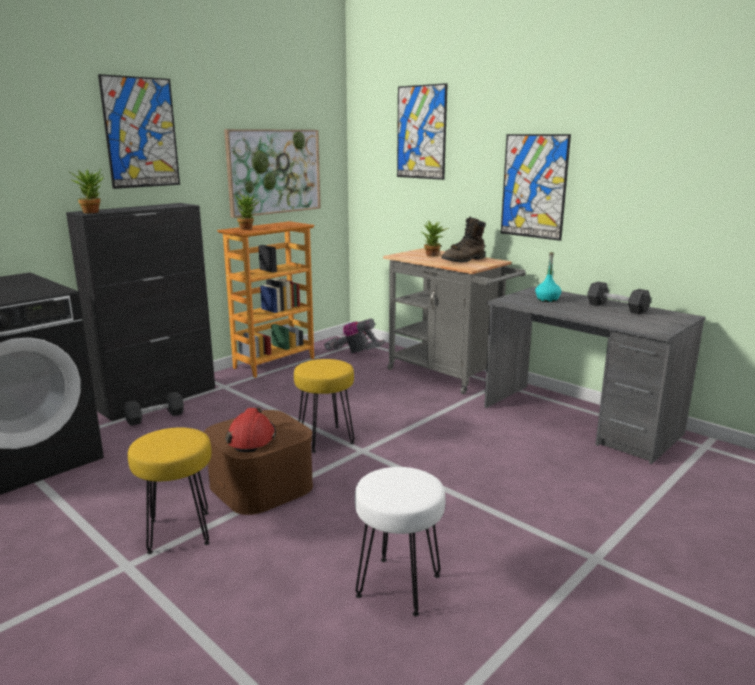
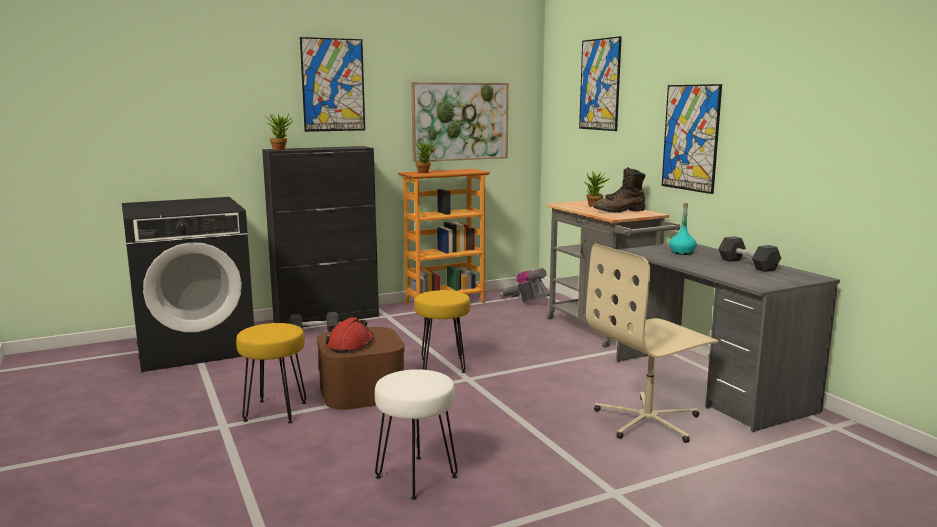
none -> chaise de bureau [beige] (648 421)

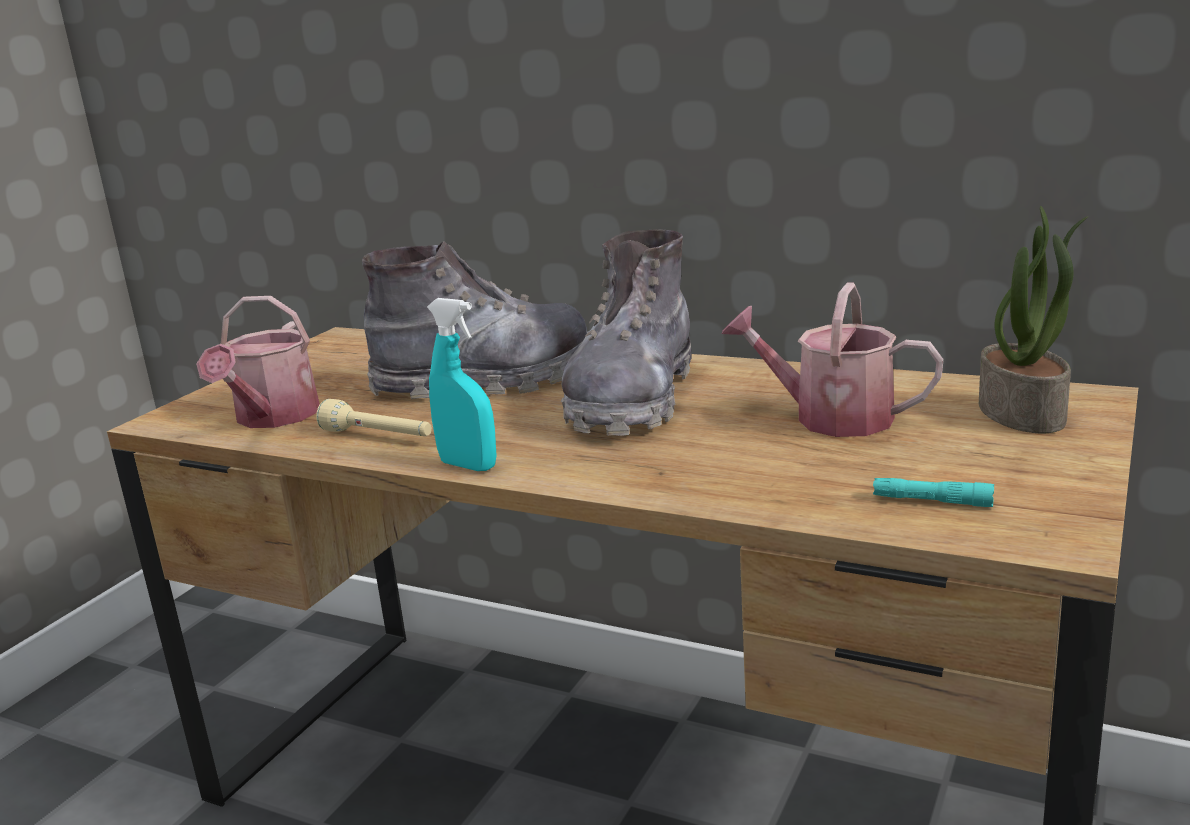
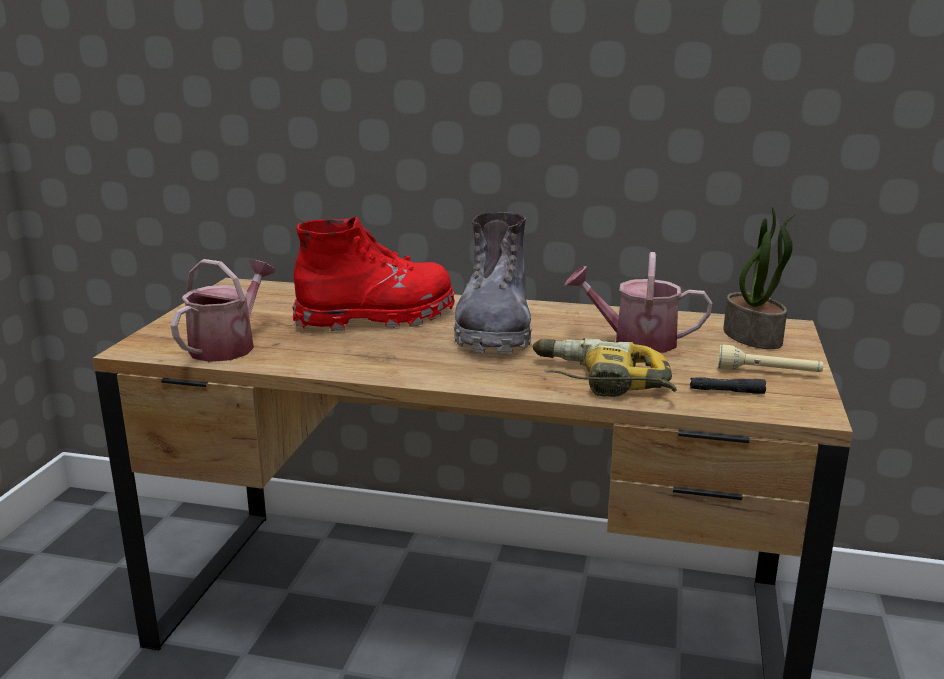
arrosoir (273 418) -> arrosoir (228 346), 150 degrees counterclockwise
botte [gris] (485 381) -> botte [rouge] (377 318)
none -> perceuse (599 382)
lampe de poche [turquoise] (932 501) -> lampe de poche [noir] (726 391)
lampe de poche [beige] (378 437) -> lampe de poche [beige] (768 373), shifted
vaporisateur [turquoise] (468 465) -> none

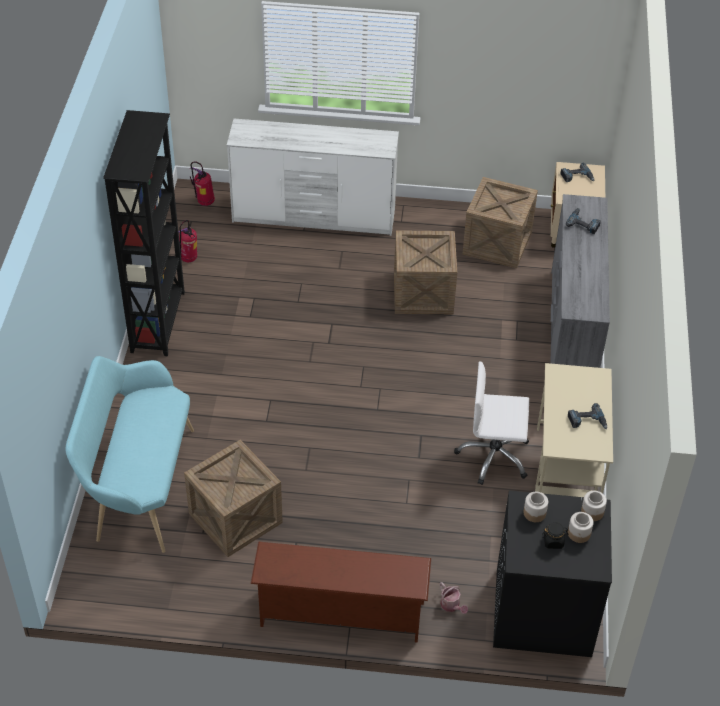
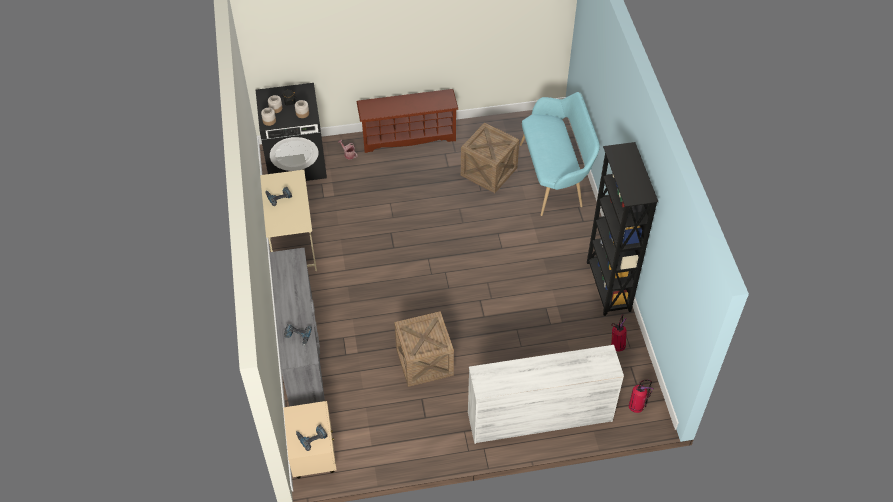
chaise de bureau [blanc] (493 456) -> none
caisse (497 243) -> none

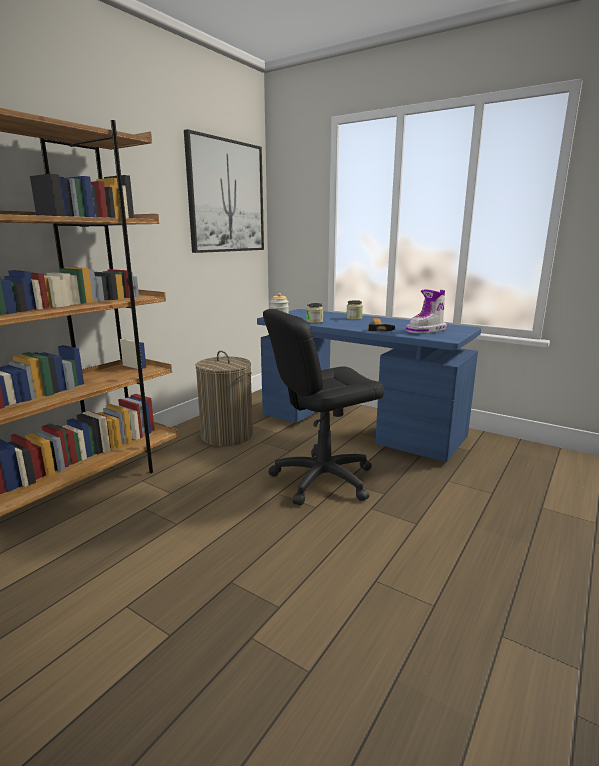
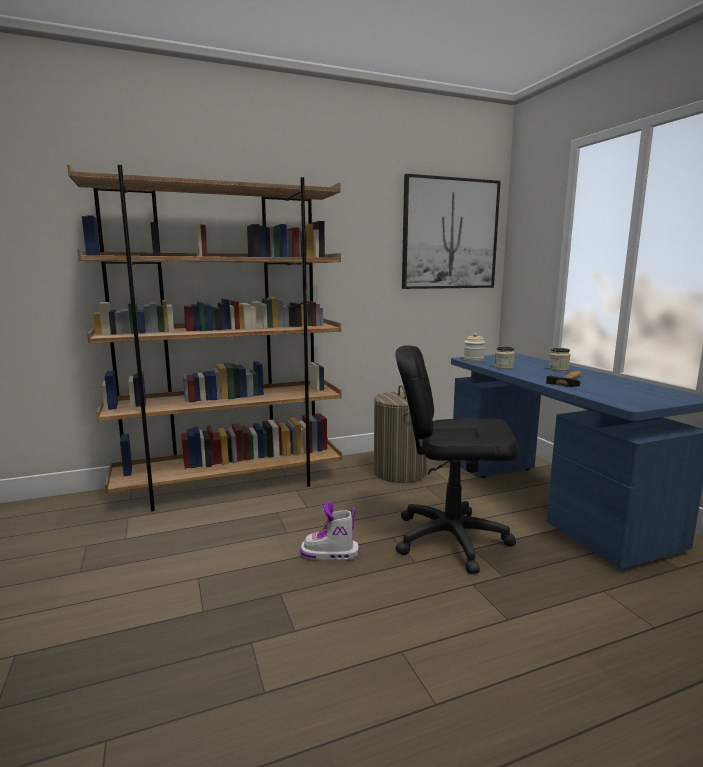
botte (426 330) -> botte (330 554), shifted

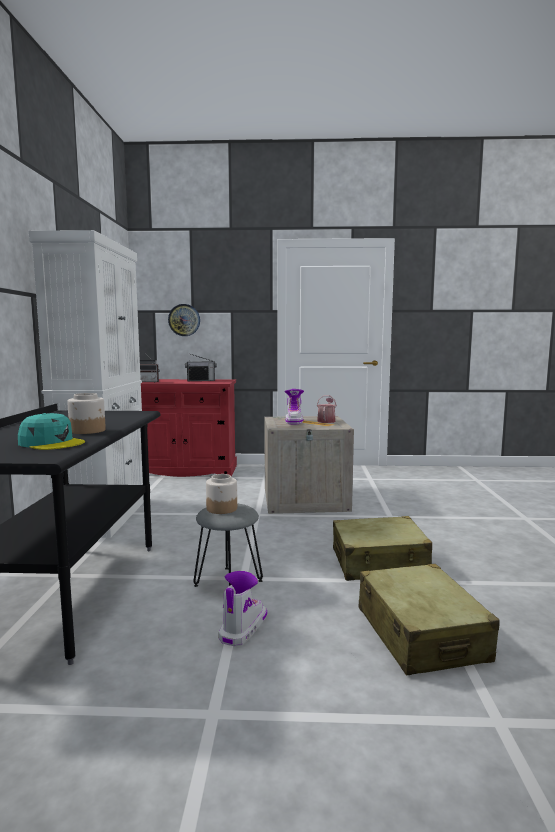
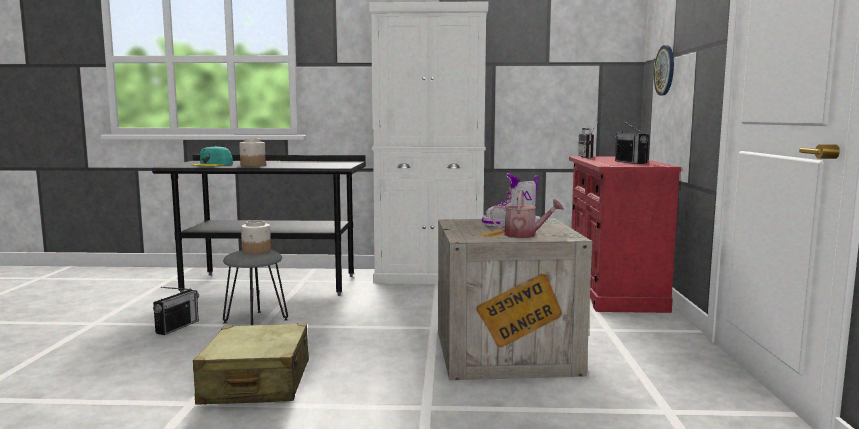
botte (242 628) -> radio (177 327)
valise [beige] (421 634) -> none

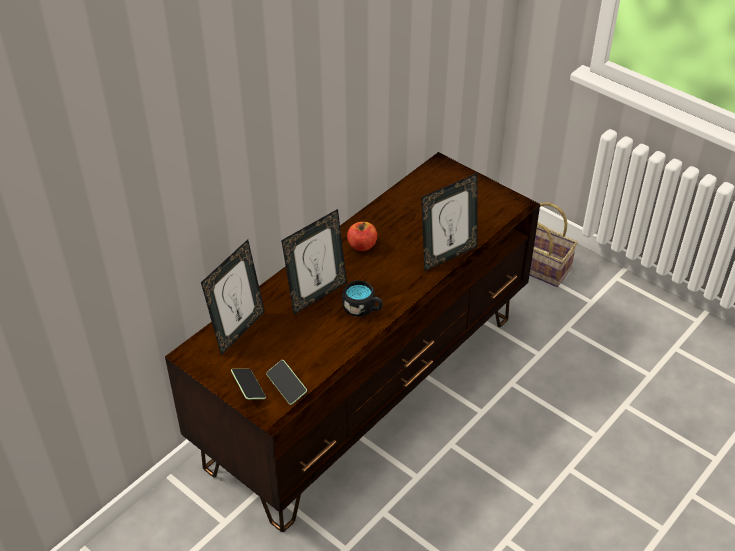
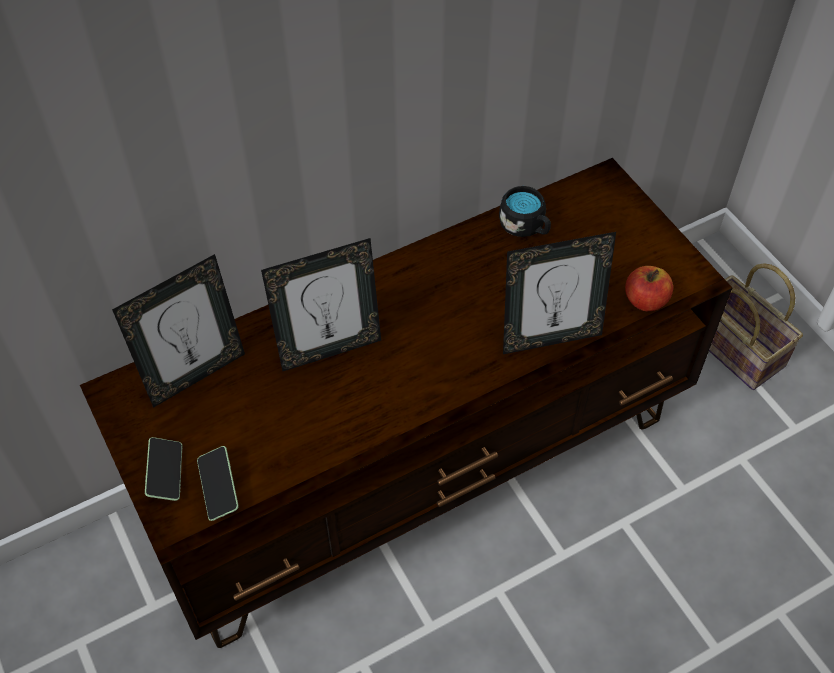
mug [noir] (363 309) -> mug [noir] (526 226), shifted
pomme (362 245) -> pomme (645 300), shifted

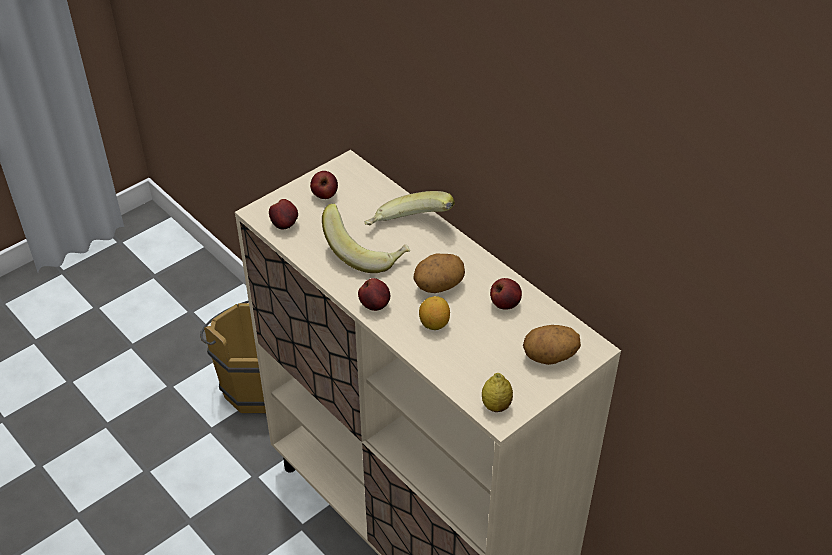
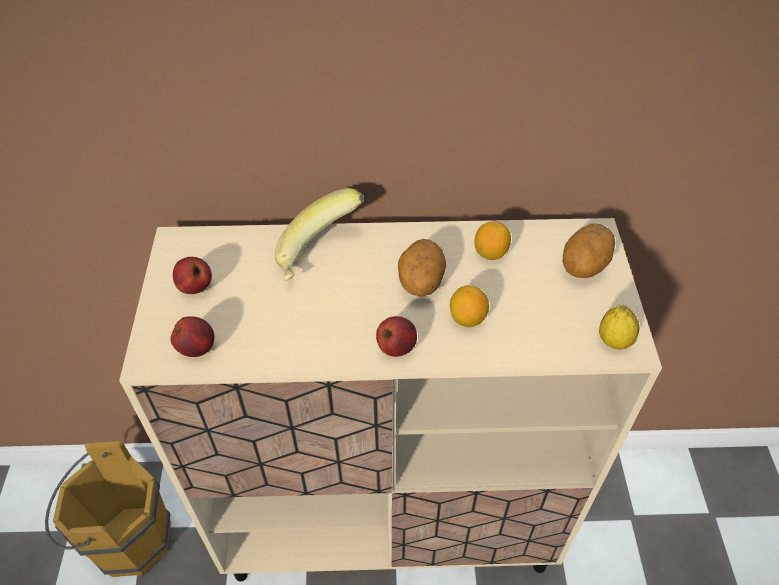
pomme (505 304) -> citron (490 253)
banane (366 253) -> none

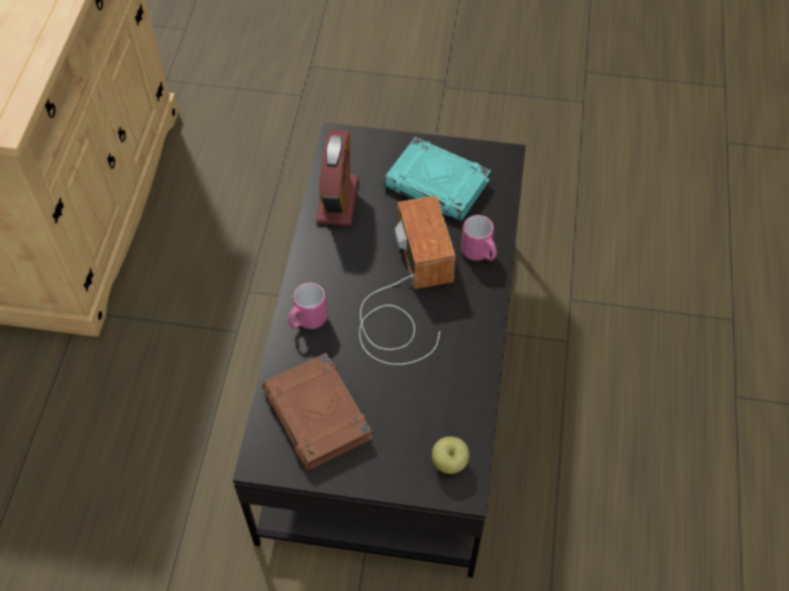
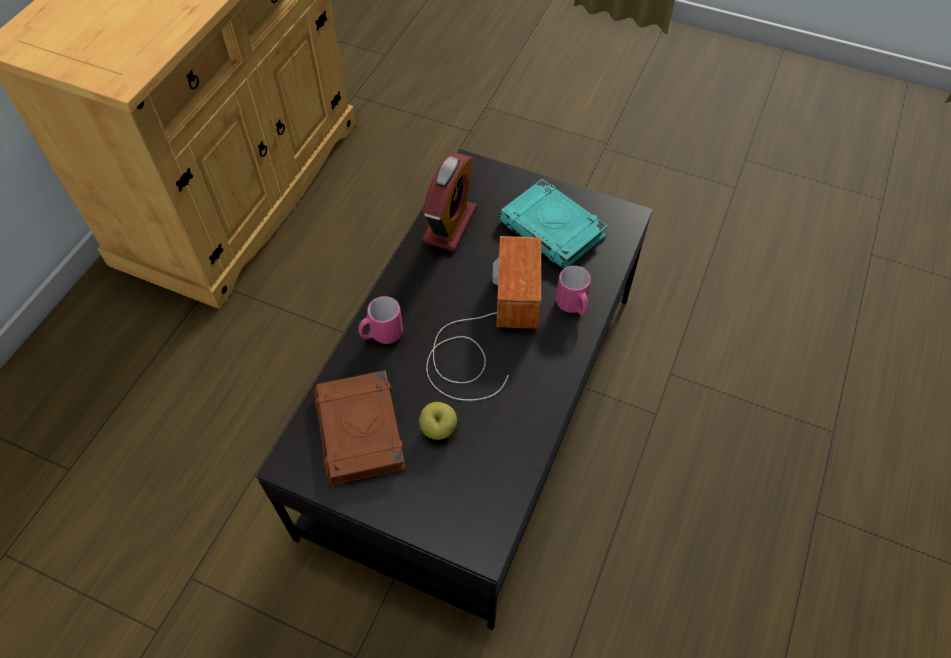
pomme (449 463) -> pomme (438 429), shifted

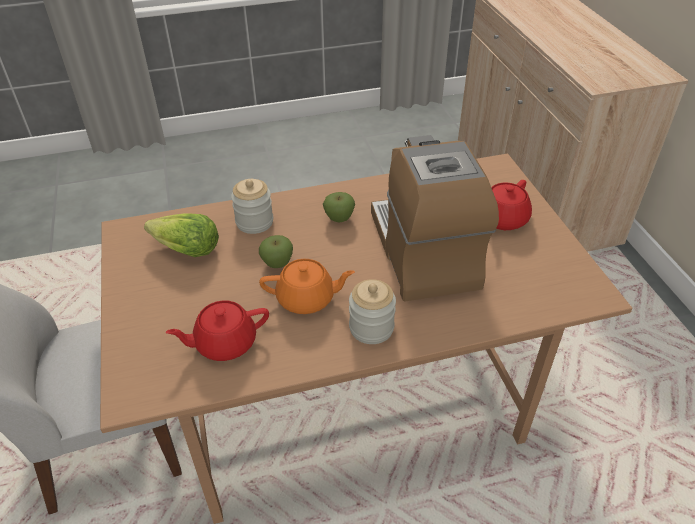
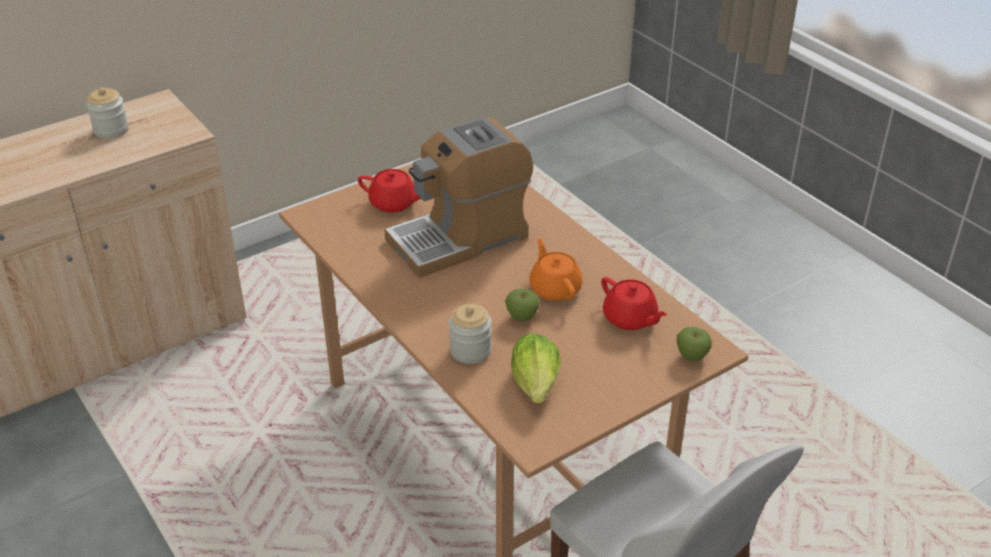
bocal (371 328) -> bocal (111 130), shifted
pomme (339 218) -> pomme (691 356), shifted

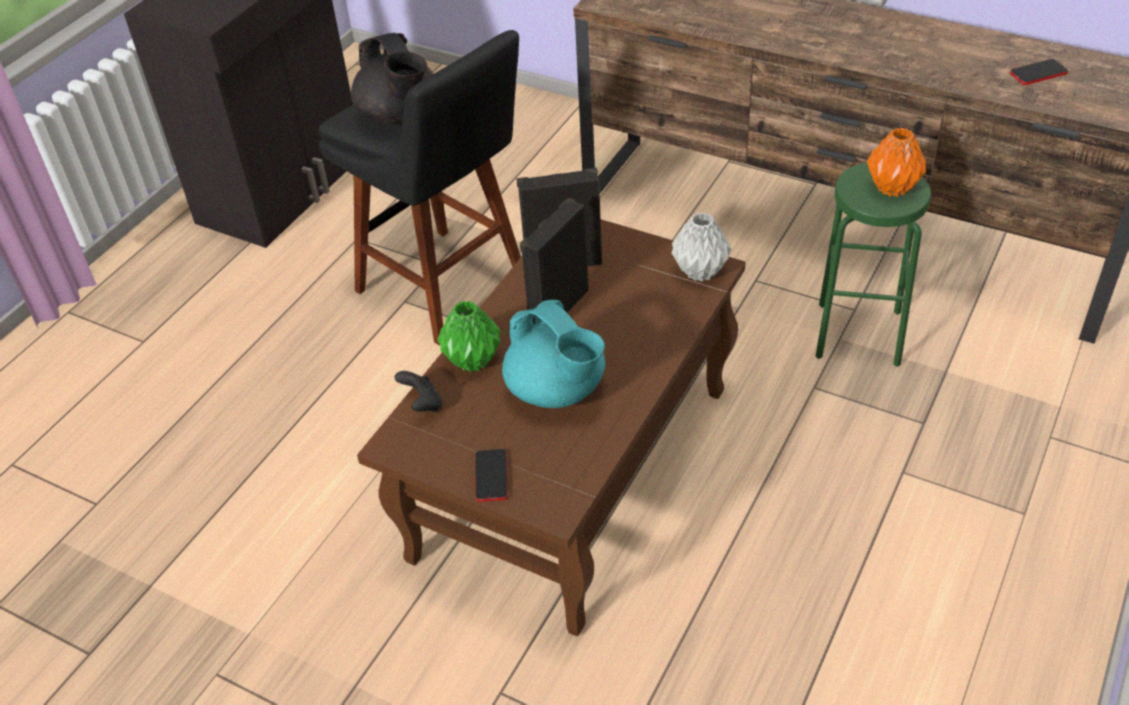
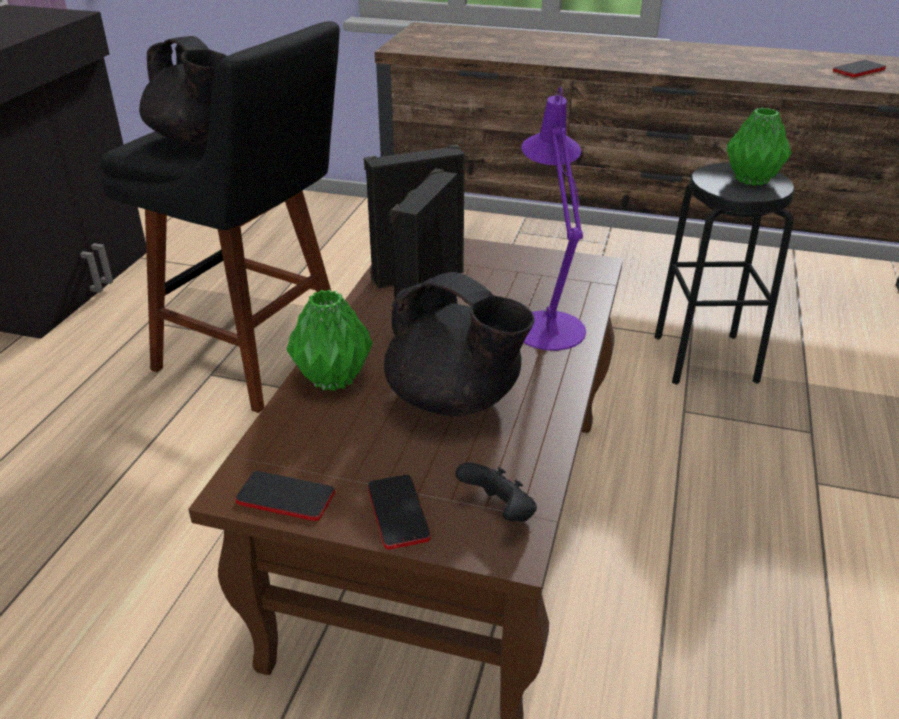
none -> téléphone (285 497)
théière [turquoise] (557 390) -> théière [noir] (455 399)
manette [noir] (422 404) -> manette [noir] (499 512), shifted
none -> lampe de table [violet] (547 324)
tabouret [vert] (859 334) -> tabouret [noir] (705 358)
vase [orange] (891 187) -> vase [vert] (750 179)
vase [gris] (701 271) -> none

